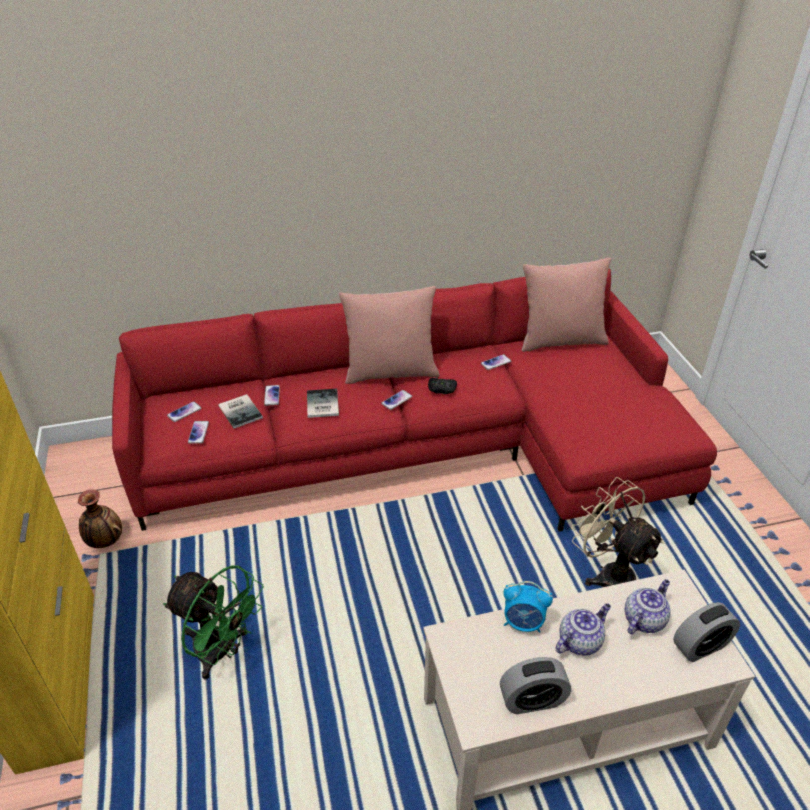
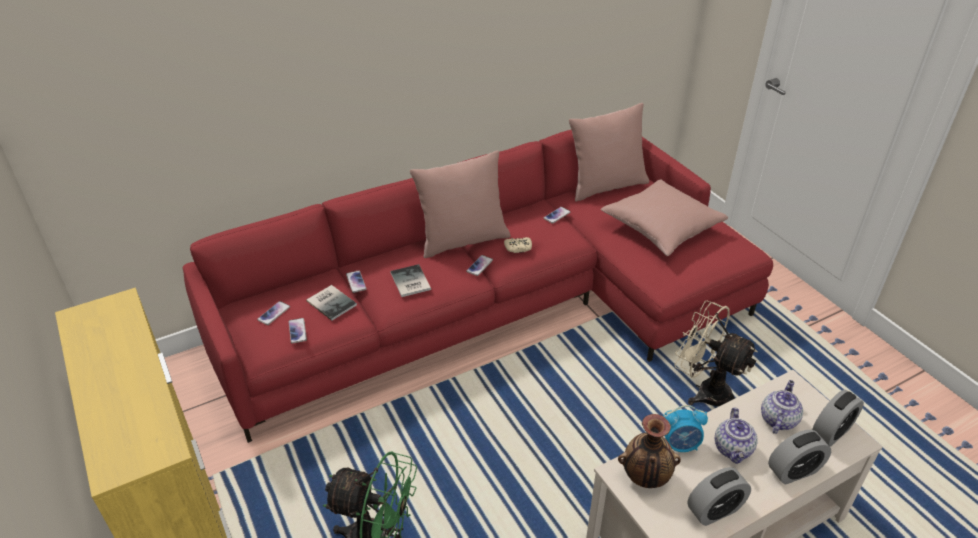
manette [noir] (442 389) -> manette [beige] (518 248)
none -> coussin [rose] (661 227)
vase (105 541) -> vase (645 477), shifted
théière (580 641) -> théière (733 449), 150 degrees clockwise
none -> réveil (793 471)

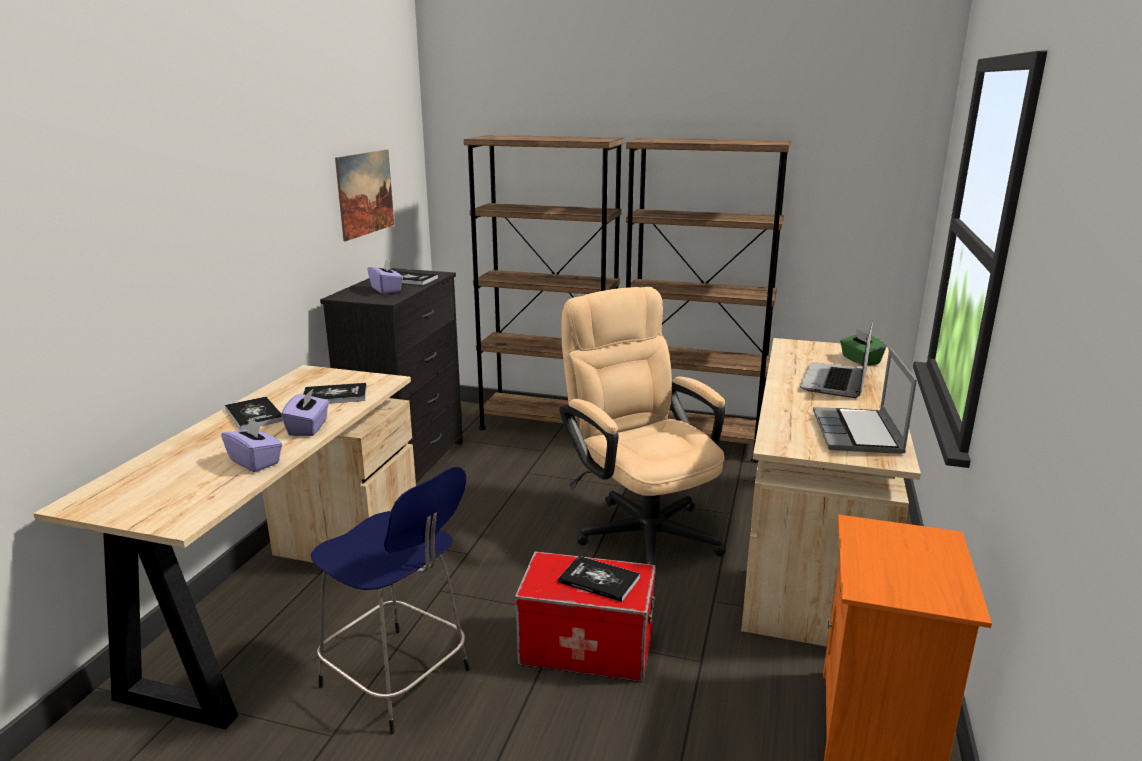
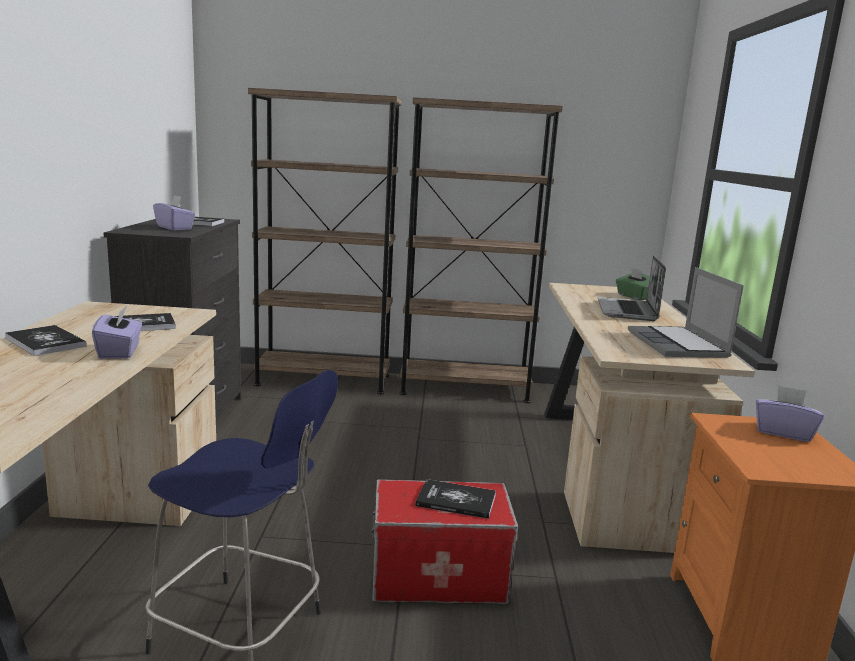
boîte à mouchoirs [violet] (255 462) -> boîte à mouchoirs [violet] (783 432), shifted
tableau (365 193) -> none
chaise de bureau [beige] (640 528) -> none

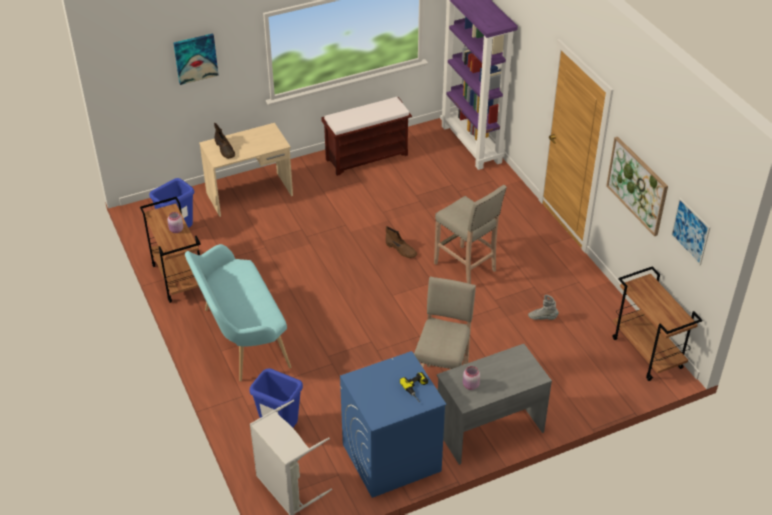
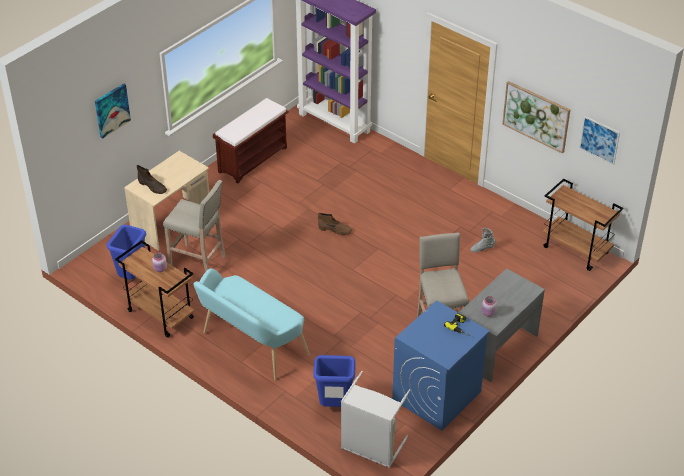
tabouret [beige] (466 267) -> tabouret [beige] (198 262), shifted

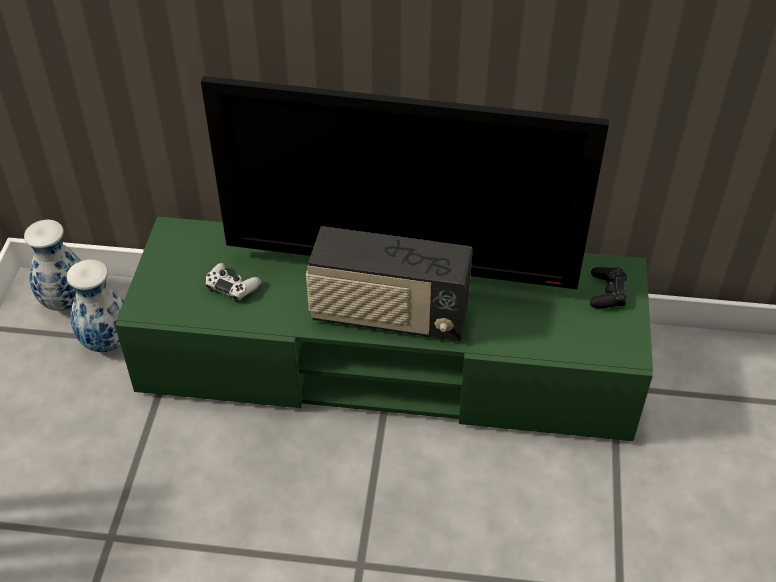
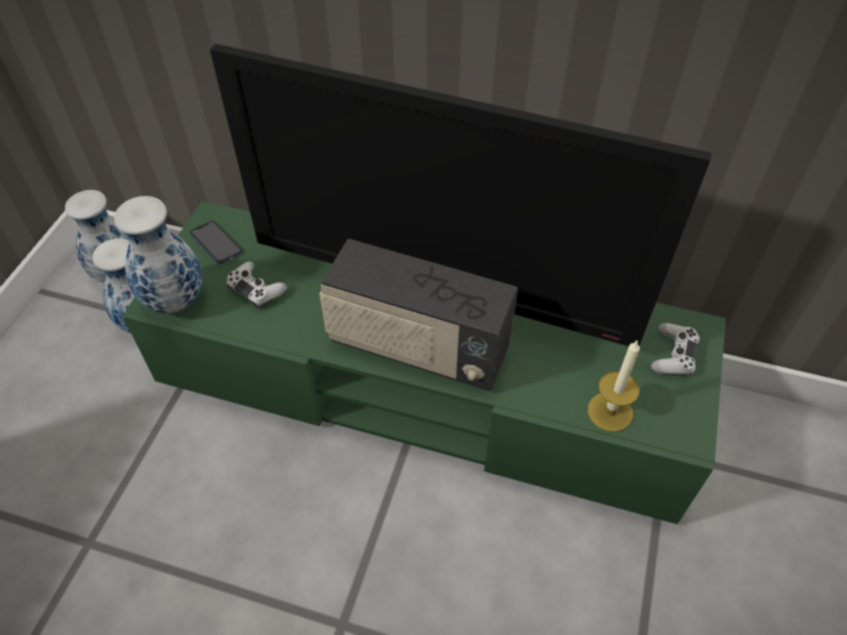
none -> vase (173 300)
none -> téléphone (216 243)
none -> bougie (610 412)
manette [noir] (607 293) -> manette [blanc] (673 355)

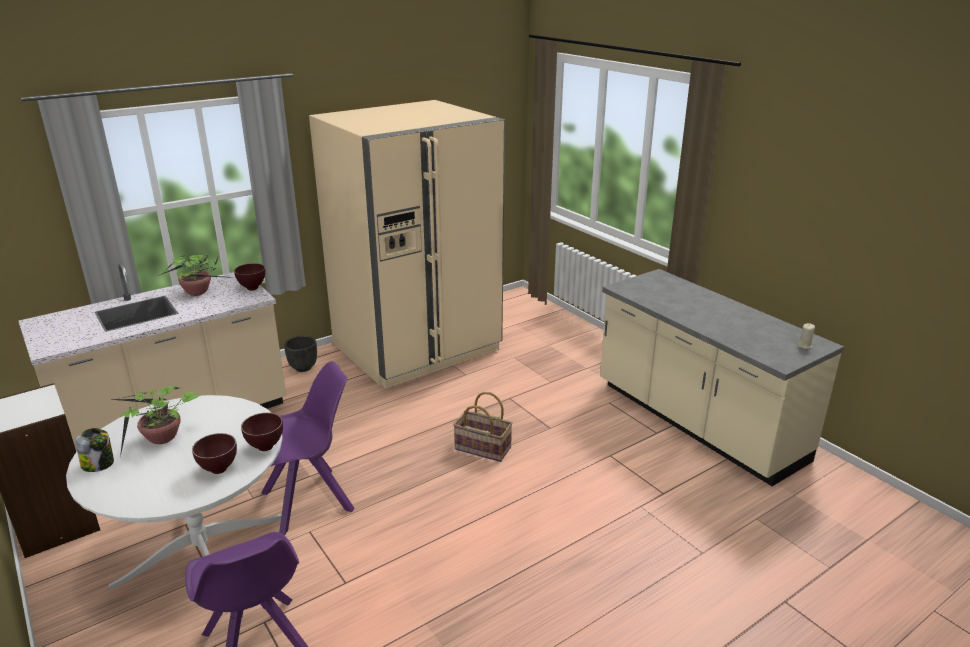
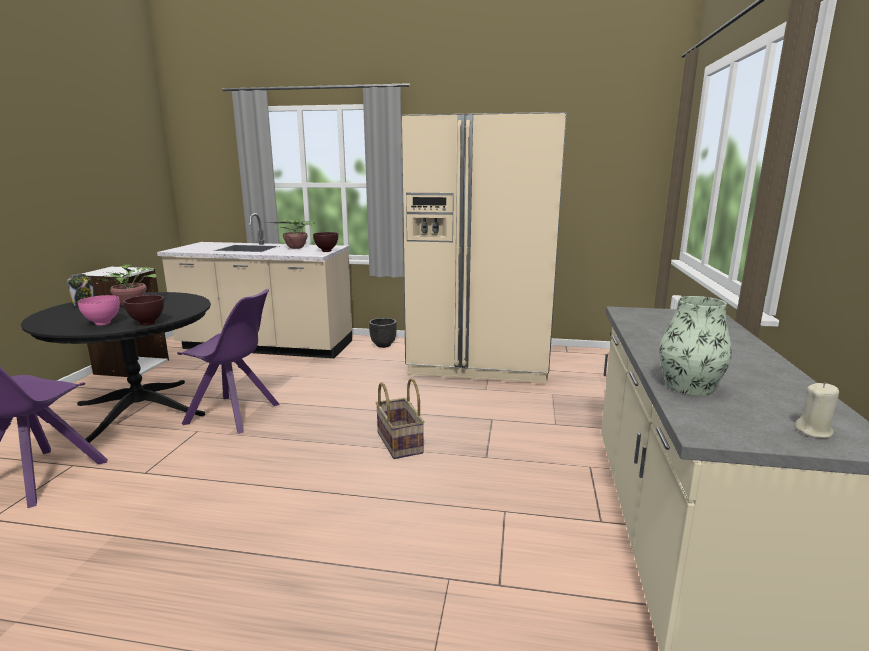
table à manger [blanc] (202 551) -> table à manger [noir] (140 410)
bol [marron] (218 470) -> bol [rose] (102 324)
none -> vase (689 386)

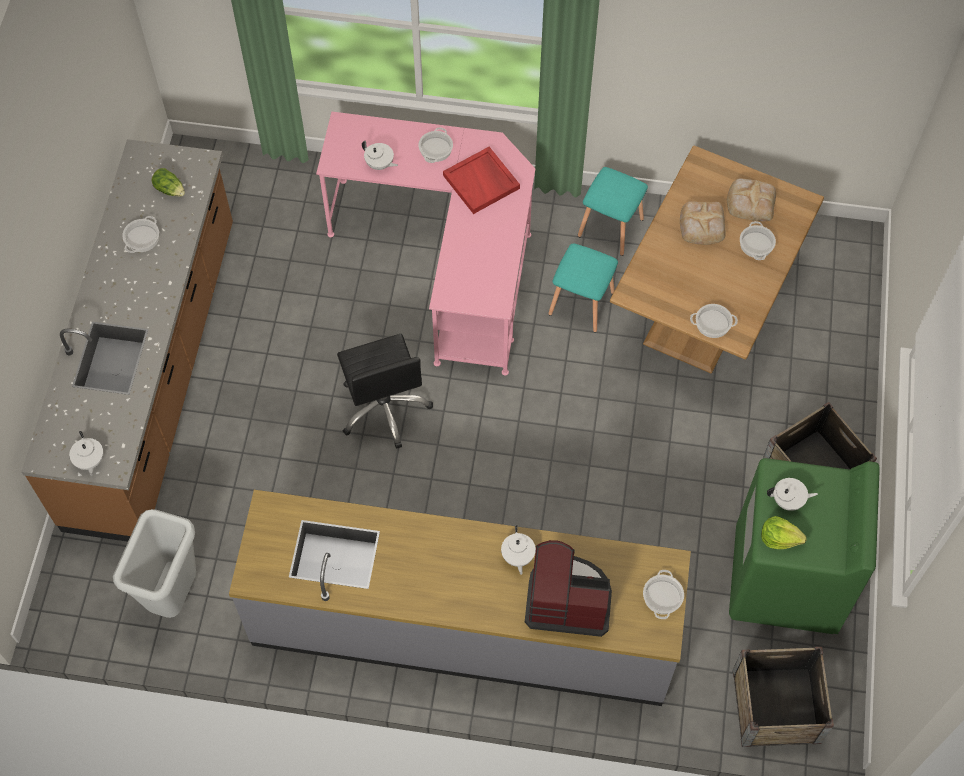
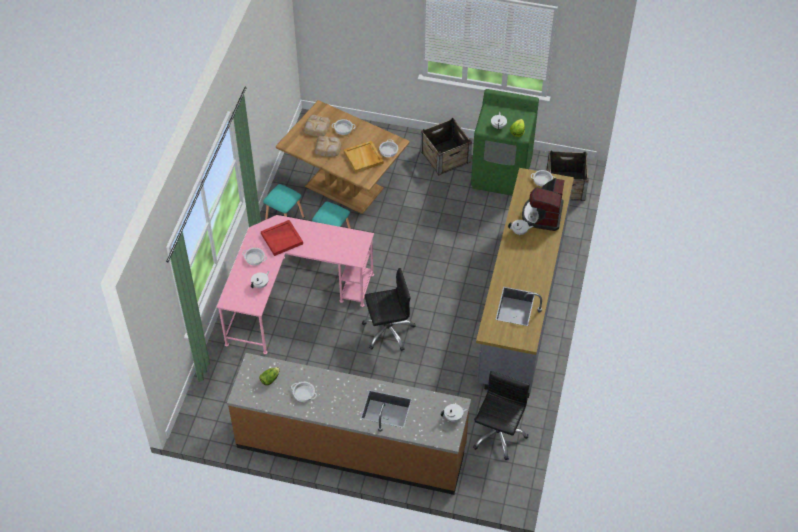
none -> plateau [beige] (364 158)
poubelle [gris] (175 596) -> chaise de bureau [noir] (498 435)

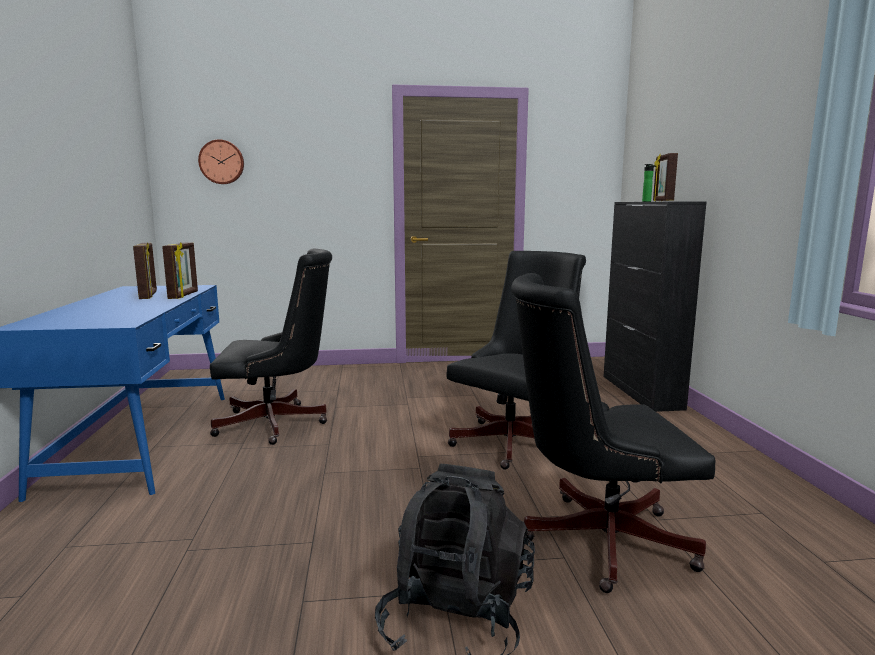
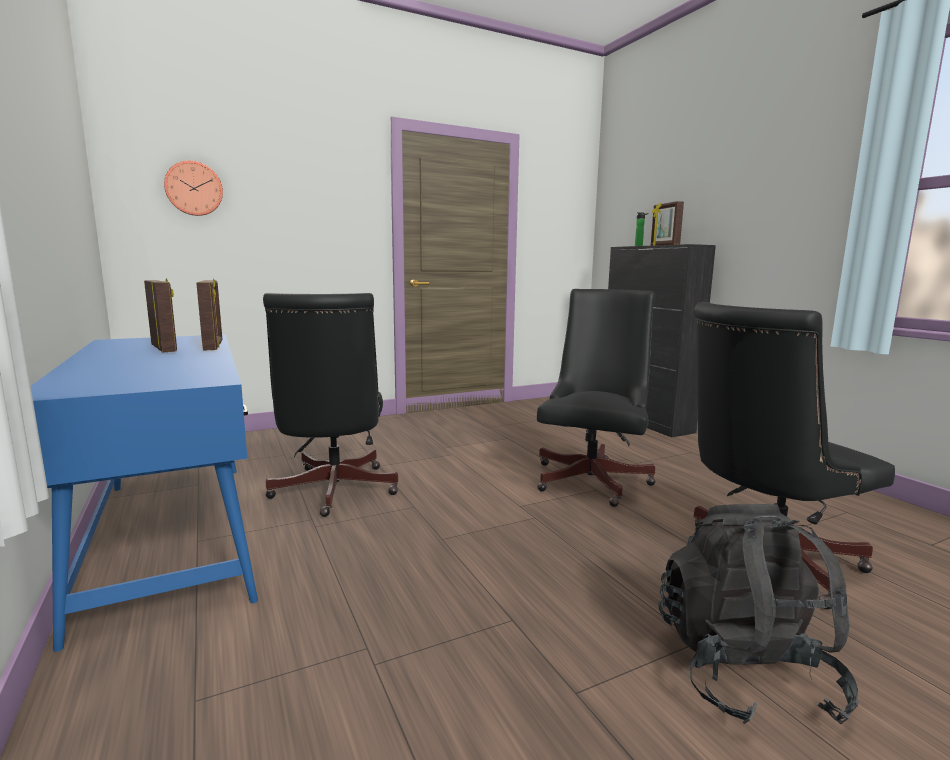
chaise de bureau [noir] (278 424) -> chaise de bureau [noir] (332 492), 105 degrees clockwise

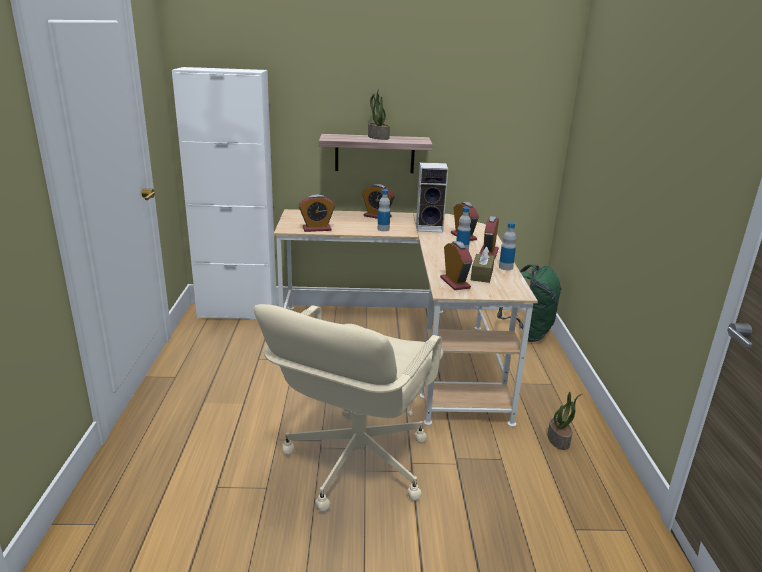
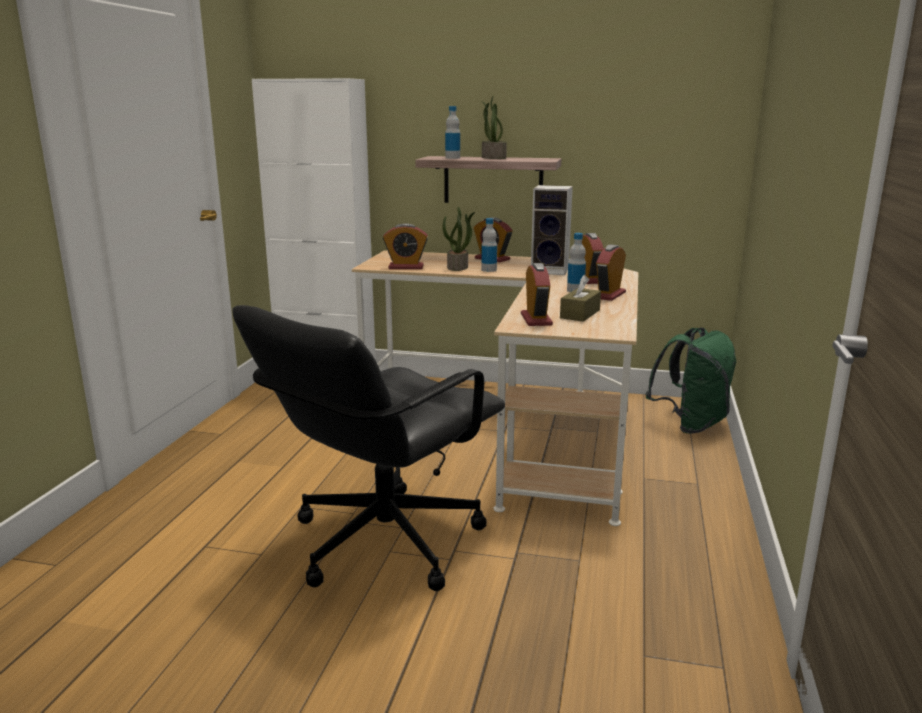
chaise de bureau [beige] (355 462) -> chaise de bureau [noir] (383 541)
plante en pot (559 440) -> plante en pot (458 267), shifted
bouteille (505 267) -> bouteille (452 158), shifted

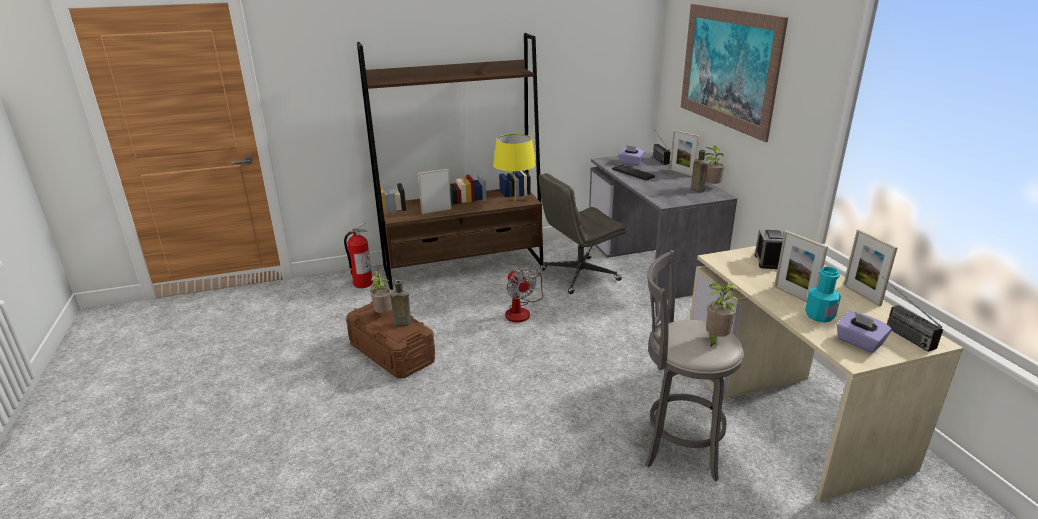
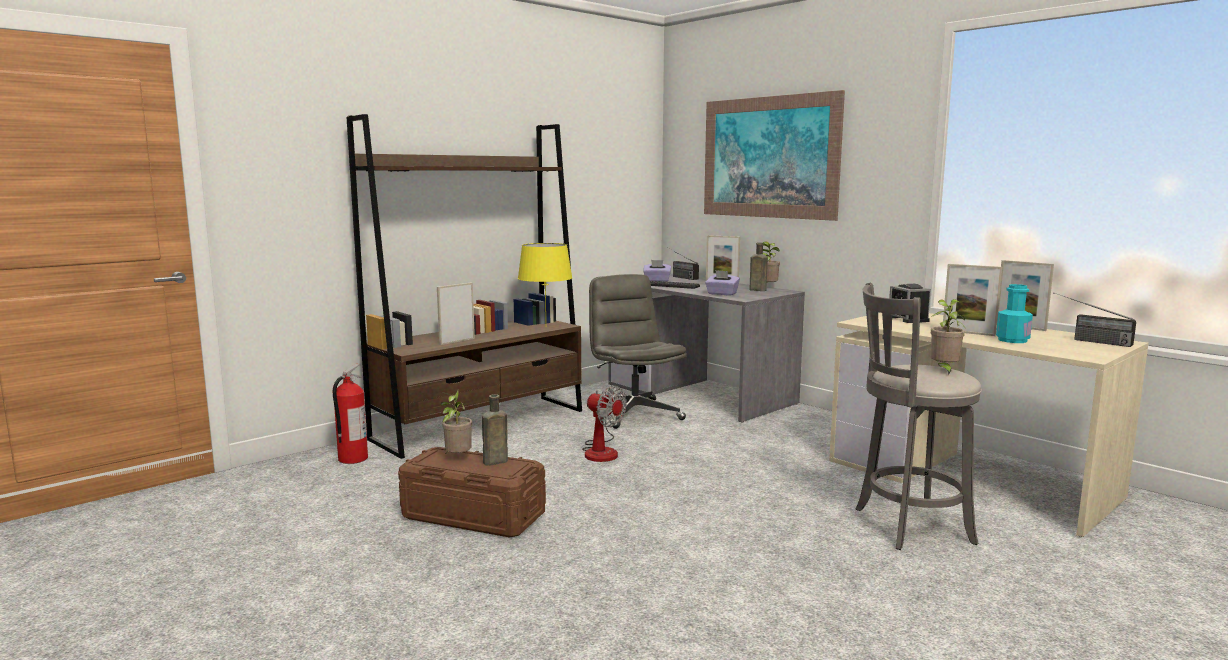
chaise de bureau [gris] (579 275) -> chaise de bureau [gris] (634 413), 120 degrees clockwise
boîte à mouchoirs [violet] (859 343) -> boîte à mouchoirs [violet] (722 294), shifted

